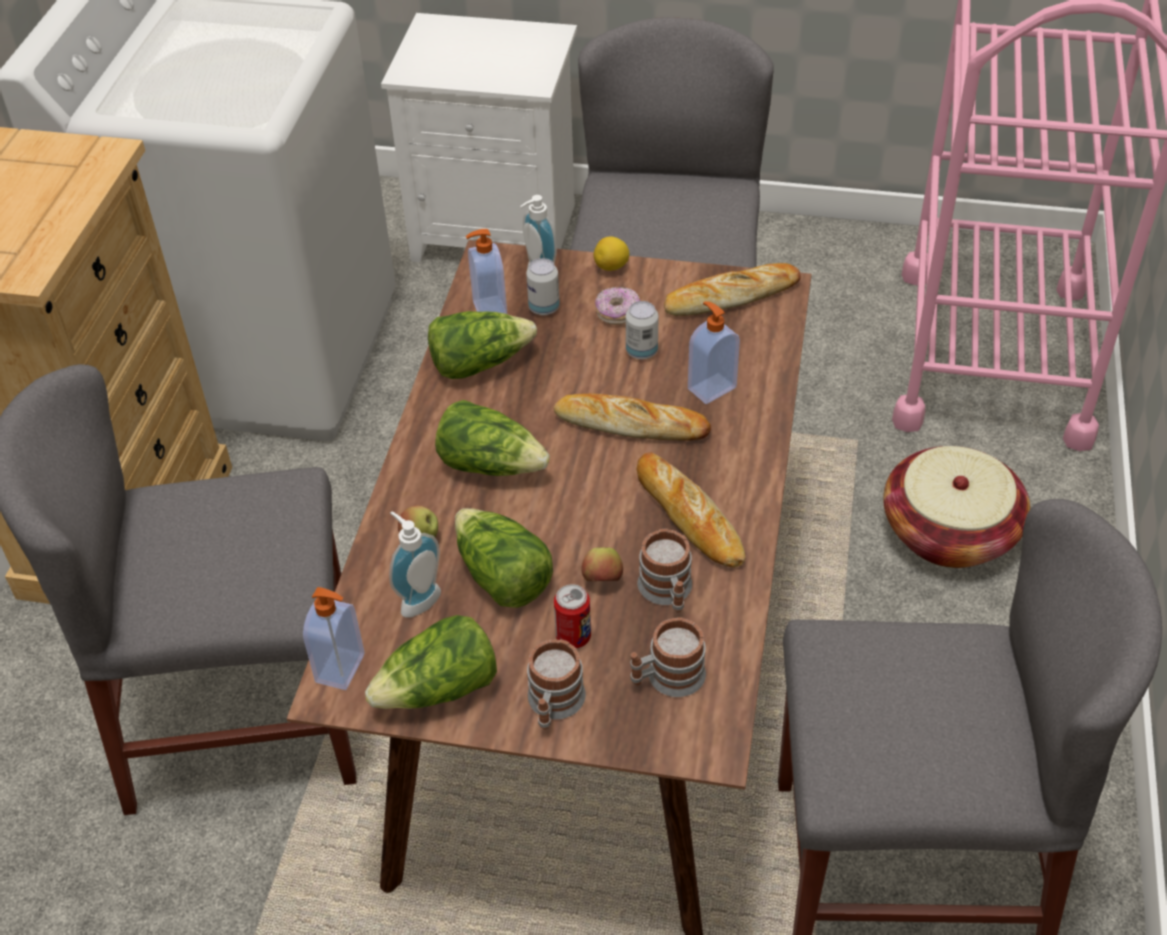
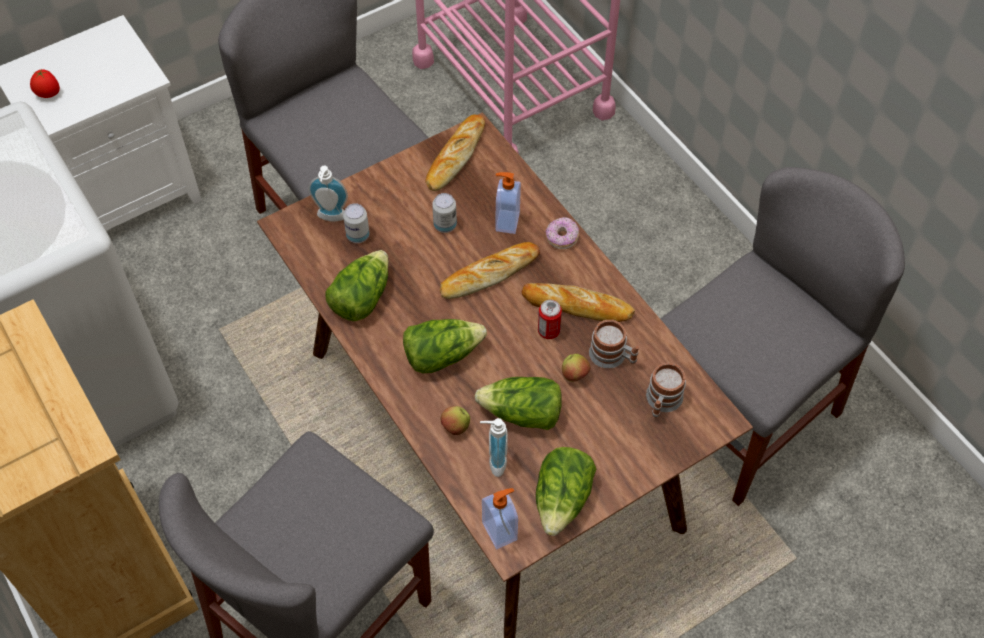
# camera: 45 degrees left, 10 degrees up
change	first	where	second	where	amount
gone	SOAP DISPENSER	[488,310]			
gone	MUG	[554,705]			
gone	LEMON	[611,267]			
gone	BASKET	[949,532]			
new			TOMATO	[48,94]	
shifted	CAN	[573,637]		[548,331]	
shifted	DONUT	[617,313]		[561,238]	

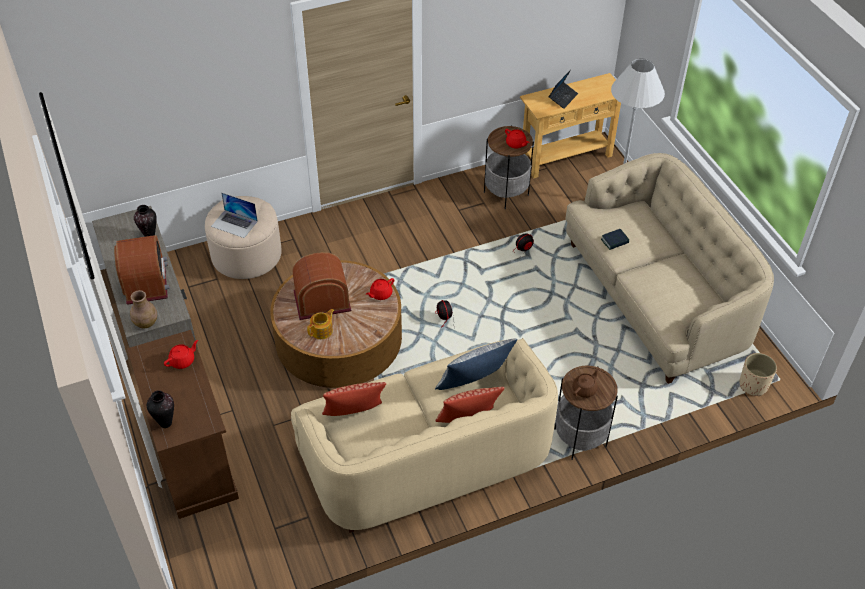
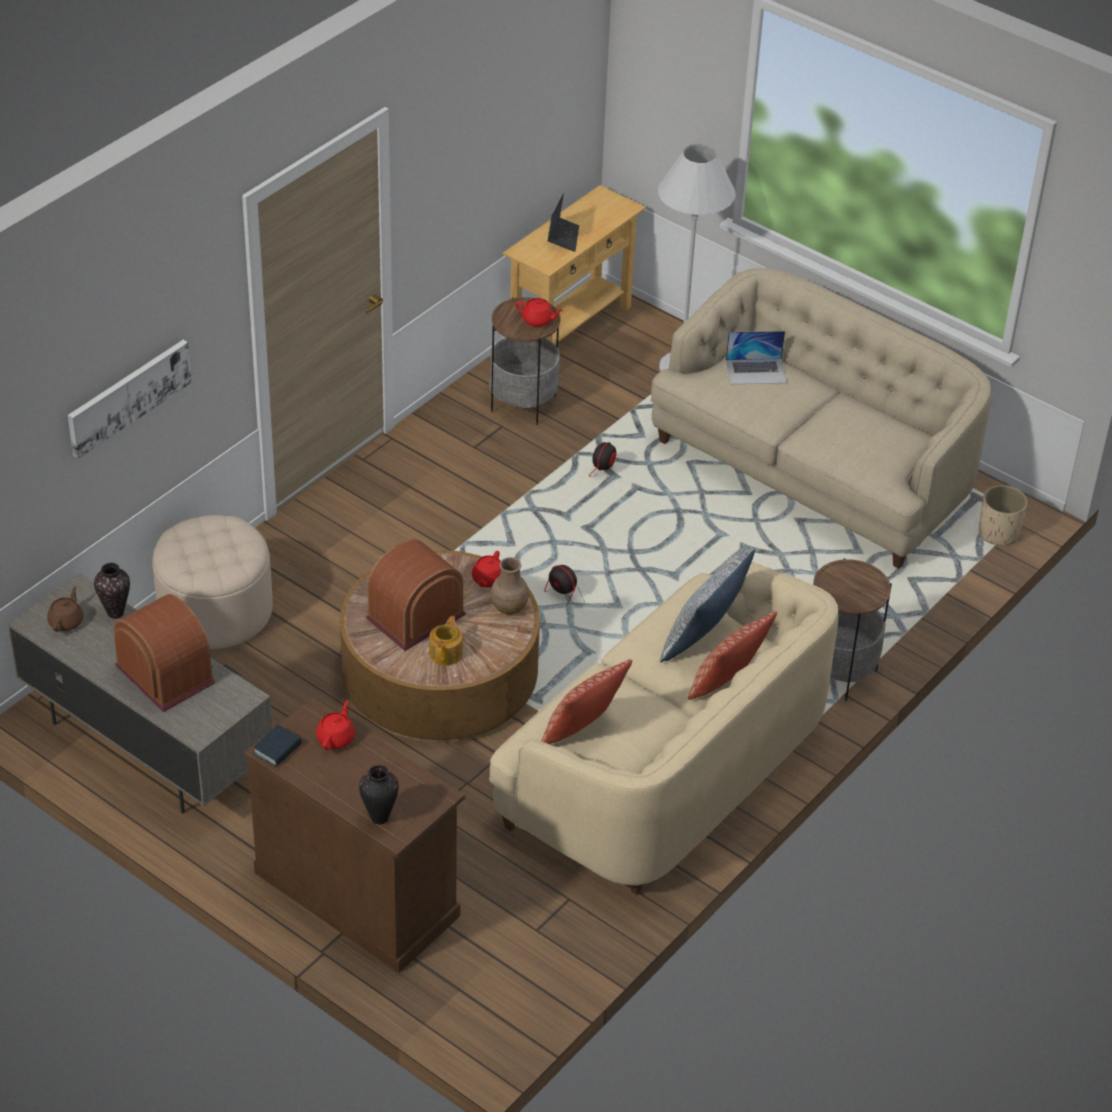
# camera: 30 degrees left, 5 degrees down
change	first	where	second	where	amount
new			PICTURE	[128,396]	
shifted	BROWN VASE	[146,323]		[509,607]	
shifted	LAPTOP	[234,224]		[756,371]	
shifted	BROWN TEAPOT	[585,389]		[66,621]	
shifted	BOOK	[614,241]		[277,749]	

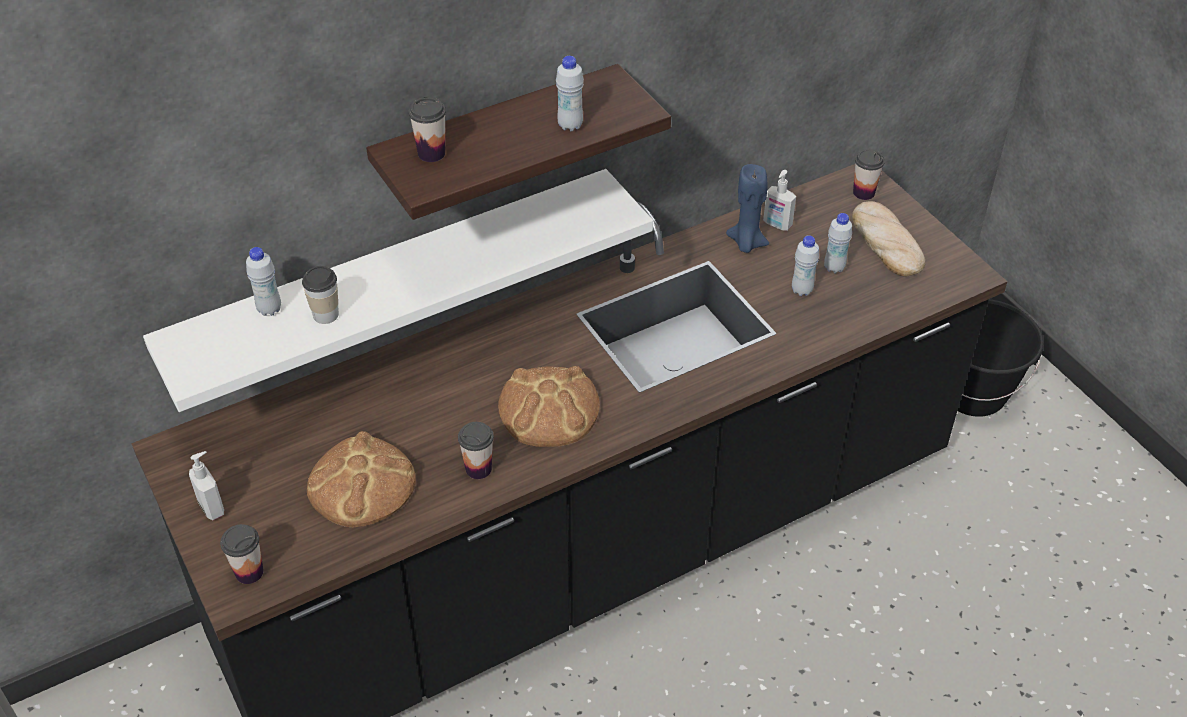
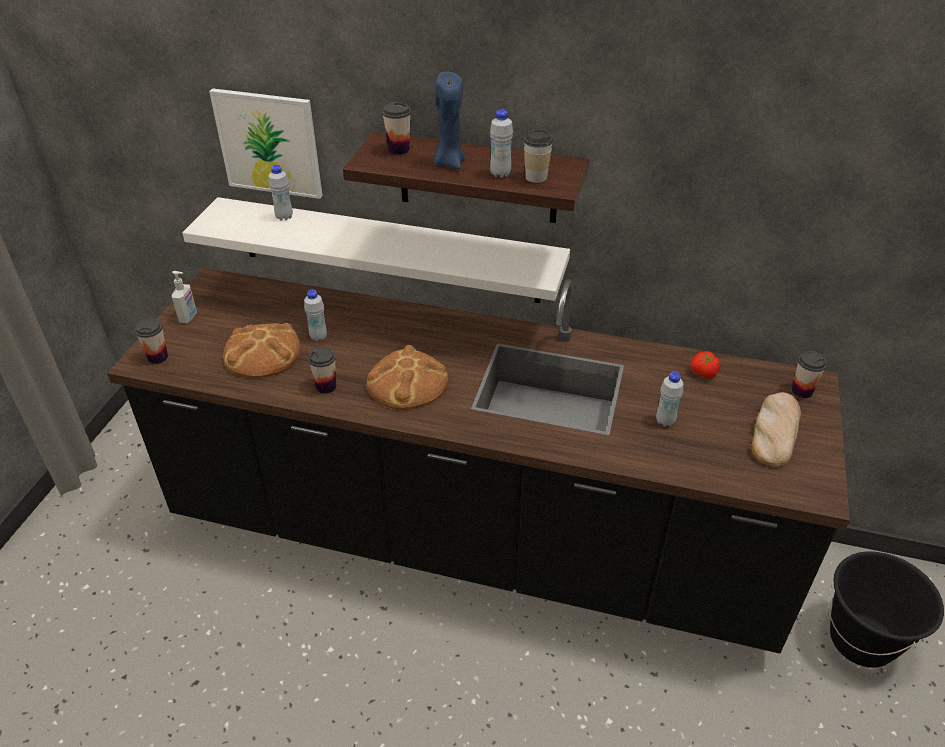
# camera: 45 degrees right, 5 degrees down
change	first	where	second	where	amount
new			PICTURE	[269,143]	
shifted	CUP	[326,314]		[536,177]	
shifted	BLUE CANDLE	[746,243]		[449,163]	
shifted	WHITE BOTTLE	[834,267]		[318,337]	
swapped	SOAP DISPENSER	[777,225]	TOMATO	[703,372]	

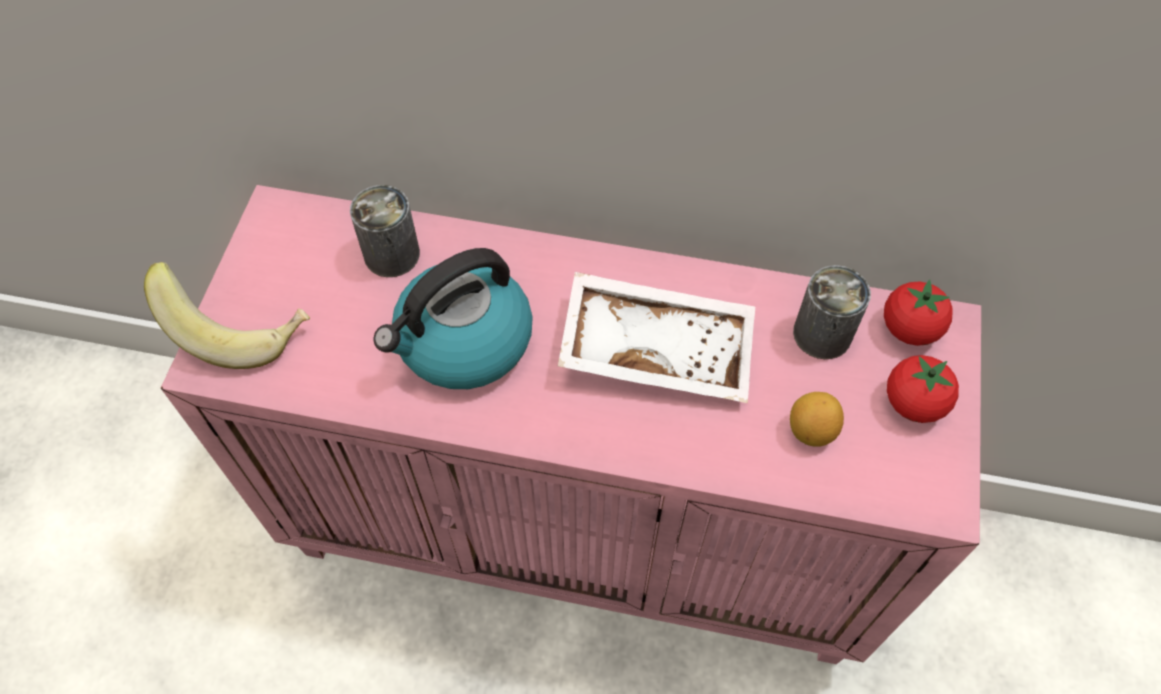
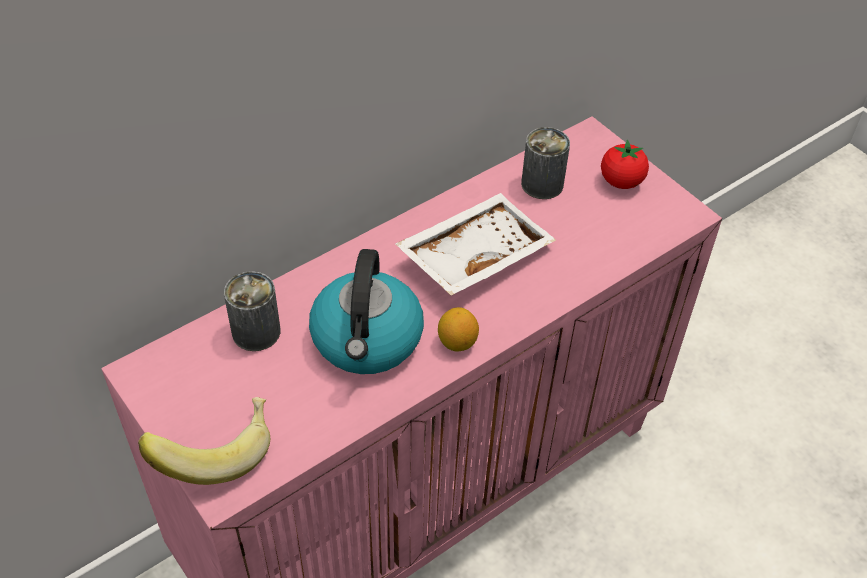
# camera: 50 degrees left, 10 degrees down
change	first	where	second	where	amount
gone	TOMATO	[909,329]			
shifted	LEMON	[811,430]		[457,342]	

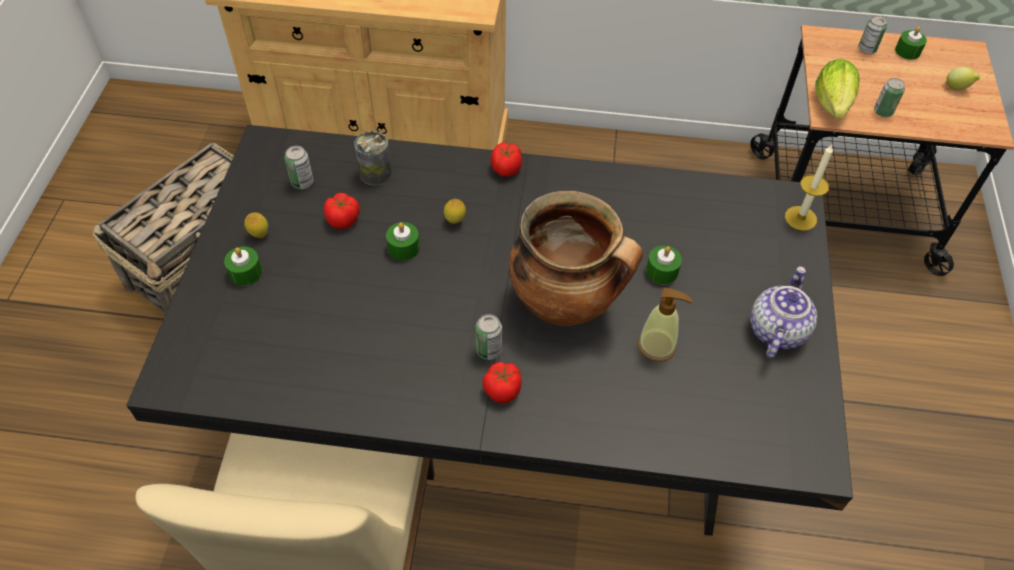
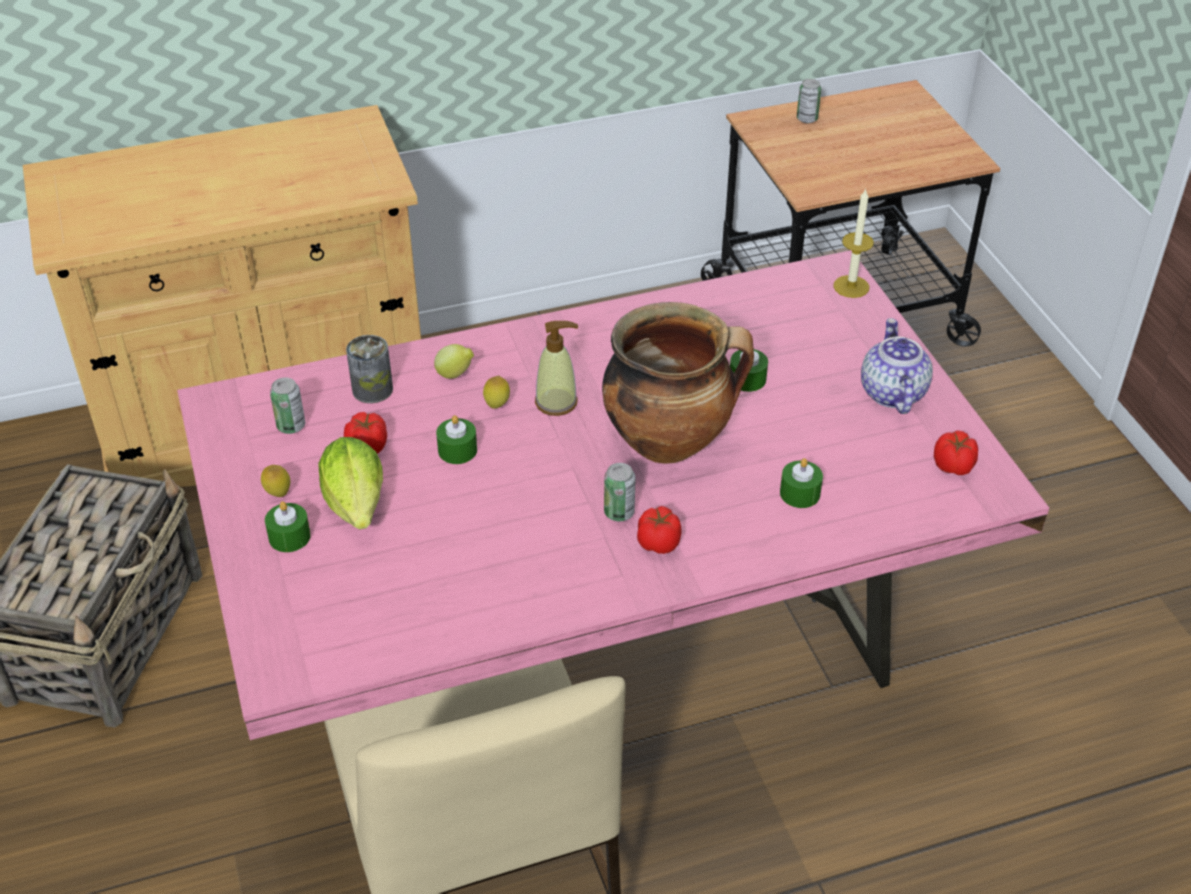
# camera: 25 degrees left, 10 degrees down
change	first	where	second	where	amount
gone	CAN	[883,112]			
shifted	TOMATO	[506,169]		[953,466]	
shifted	SOAP DISPENSER	[657,346]		[556,402]	
shifted	LETTUCE	[832,107]		[357,509]	
shifted	GREEN CANDLE	[907,51]		[800,493]	
shifted	LEMON	[957,88]		[455,374]	
repainted	BLACK DINING TABLE	[500,425]	PINK DINING TABLE	[592,670]	

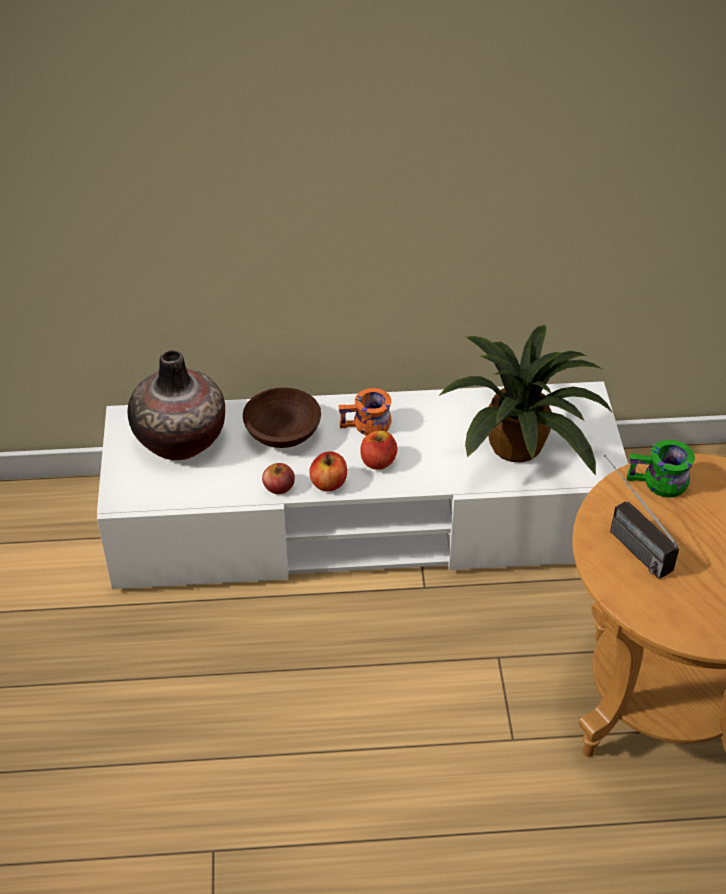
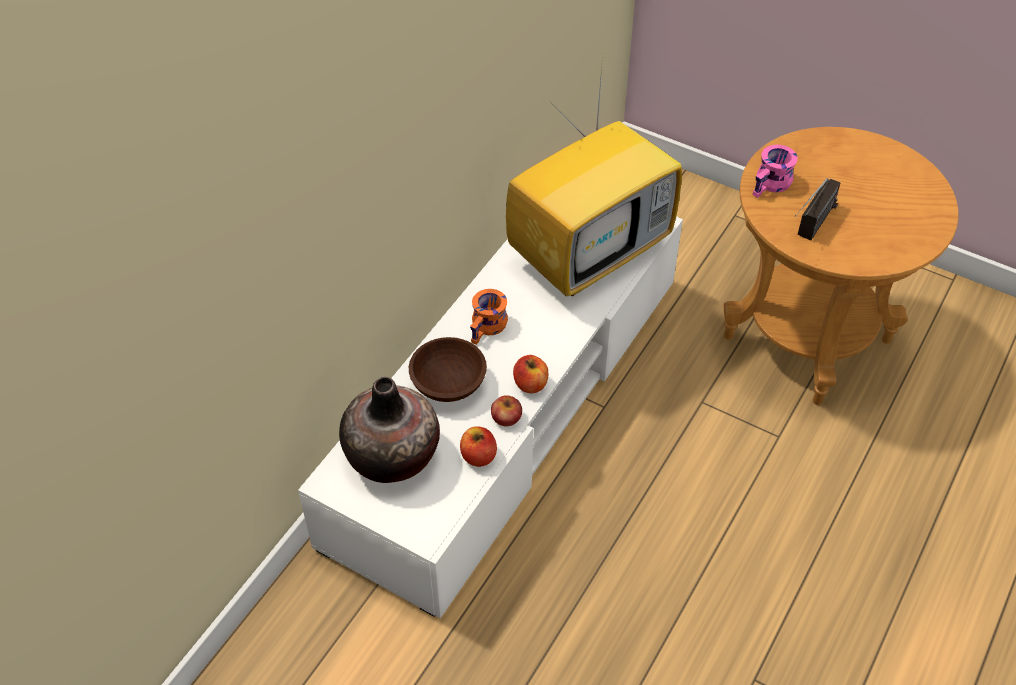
# camera: 55 degrees left, 5 degrees up
change	first	where	second	where	amount
shifted	APPLE	[378,461]		[478,456]	
swapped	POTTED PLANT	[521,447]	TELEVISION	[590,252]	
repainted	GREEN MUG	[658,484]	PINK MUG	[772,185]	
rotated	RADIO	[626,539]		[811,230]	60 degrees counterclockwise

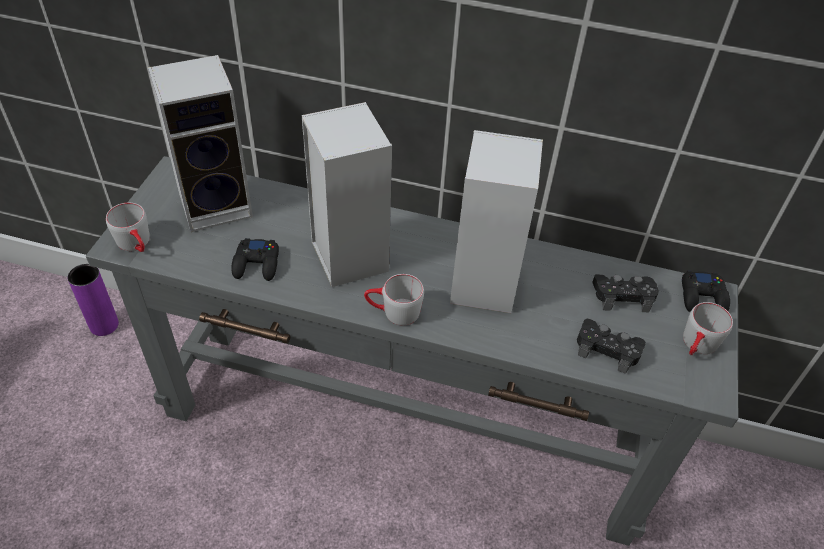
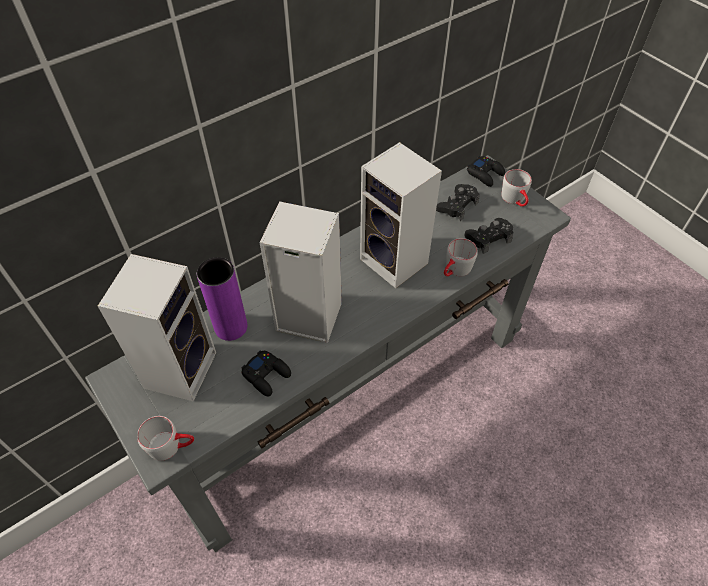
# camera: 50 degrees left, 5 degrees up
change	first	where	second	where	amount
shifted	PURPLE VASE	[104,325]		[231,327]	
shifted	GREY MUG	[393,312]		[455,271]	

